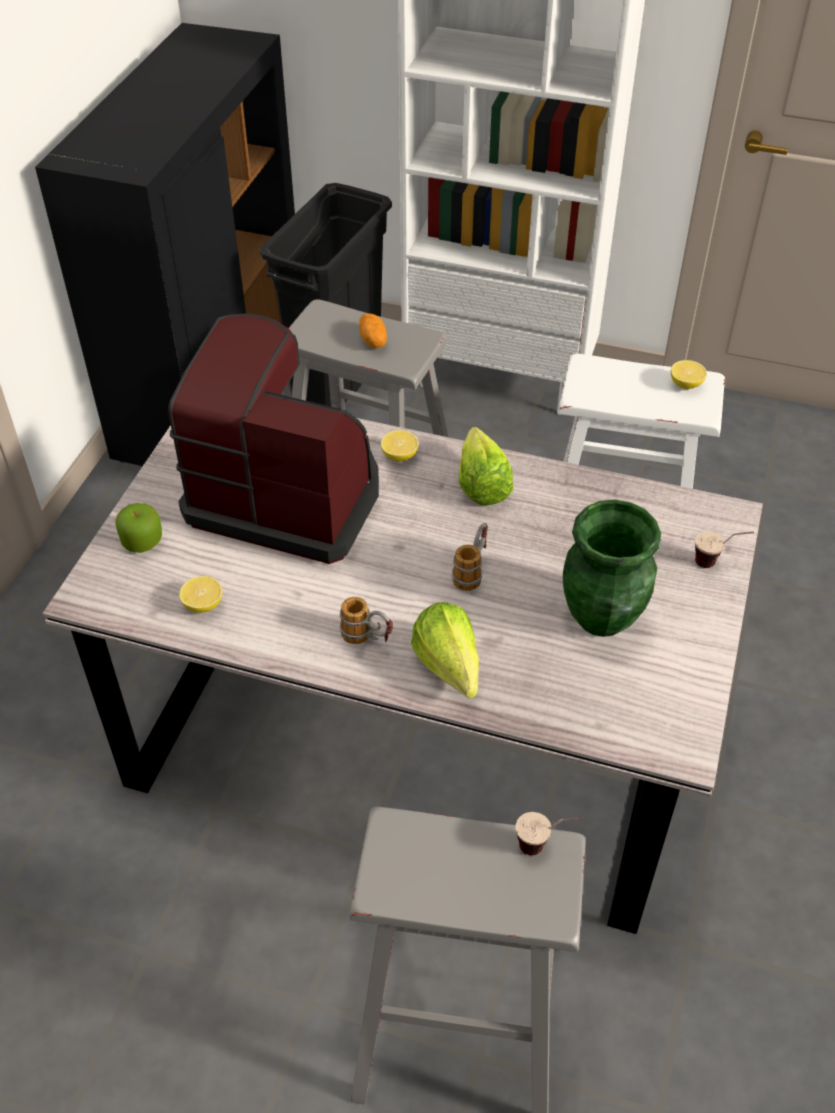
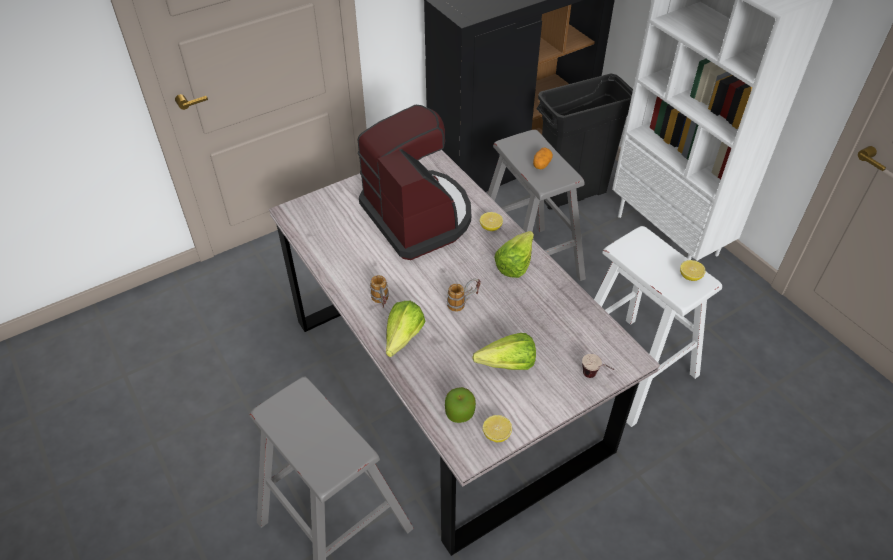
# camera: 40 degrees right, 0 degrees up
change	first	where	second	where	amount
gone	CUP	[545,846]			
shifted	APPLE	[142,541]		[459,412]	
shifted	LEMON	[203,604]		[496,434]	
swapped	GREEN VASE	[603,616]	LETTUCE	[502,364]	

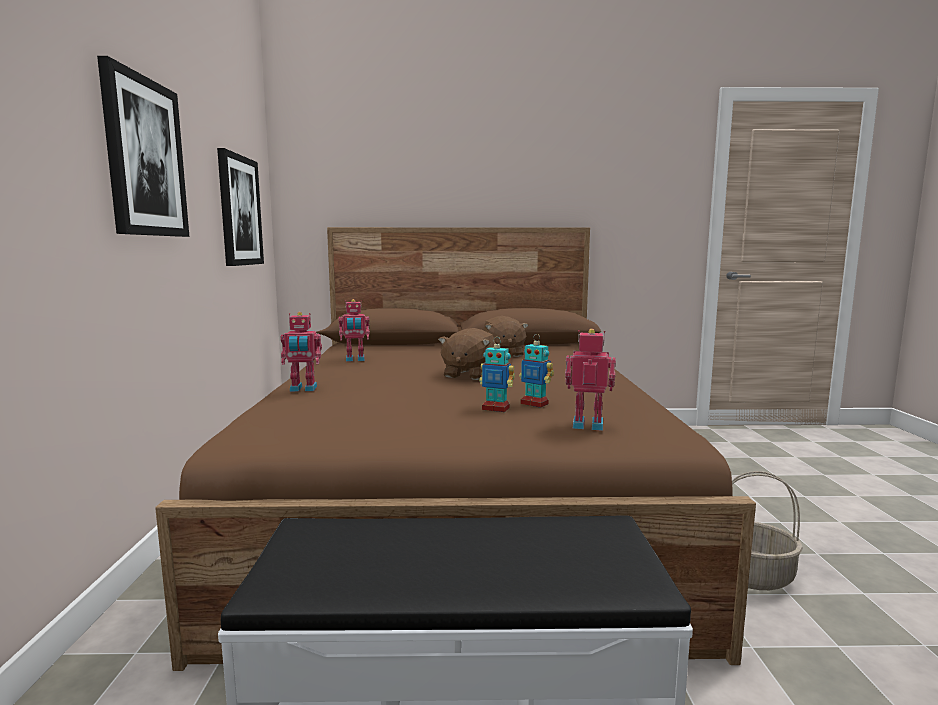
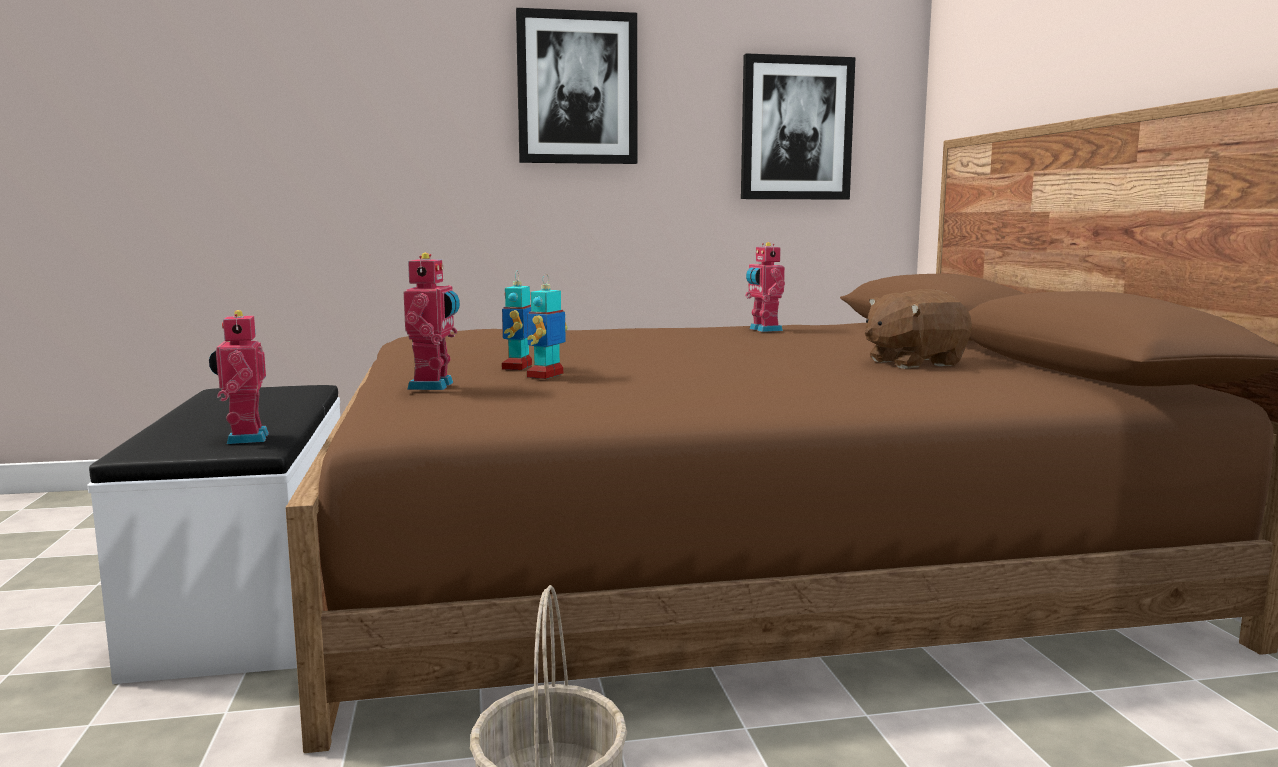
# camera: 80 degrees right, 0 degrees up
change	first	where	second	where	amount
gone	BROWN PLUSH TOY	[468,374]			
shifted	TOY ROBOT	[303,389]		[244,438]	

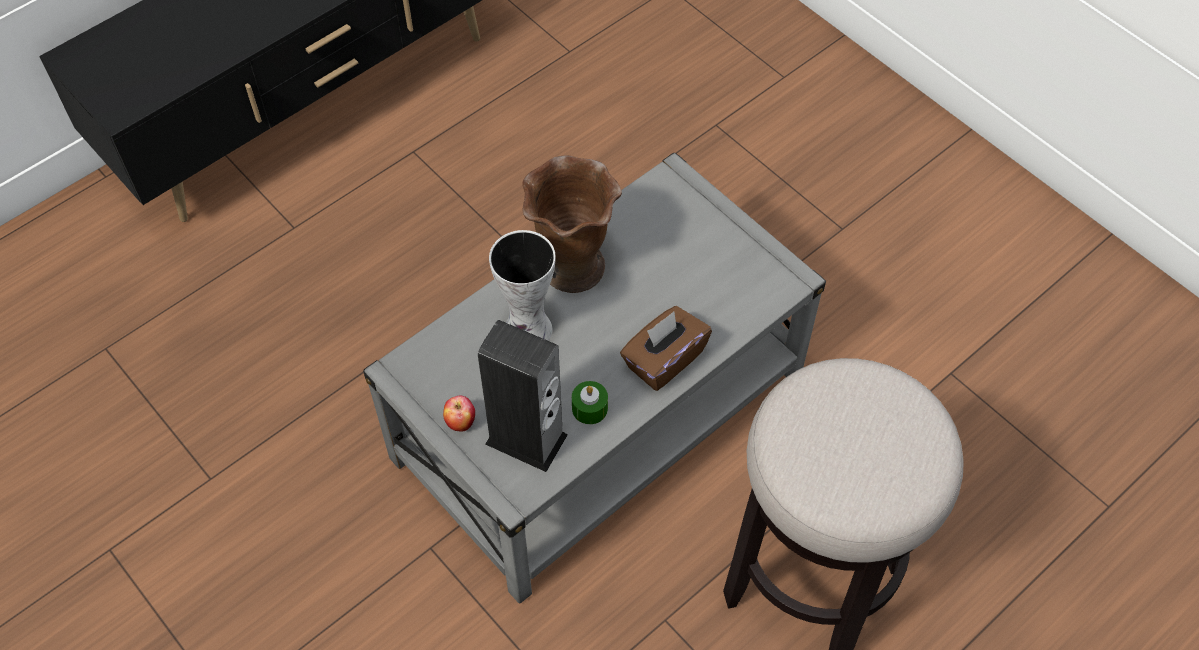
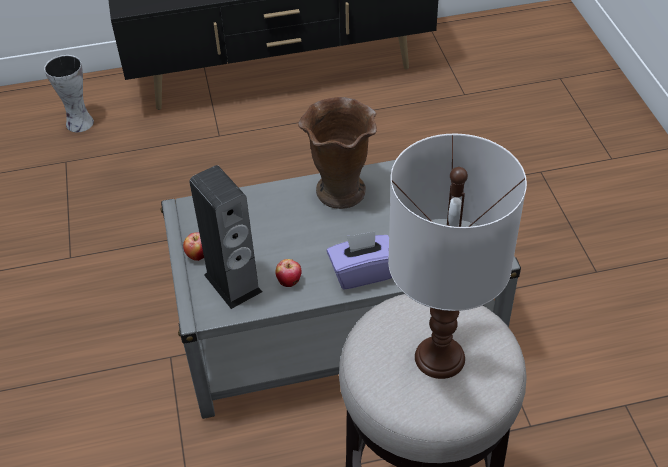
# camera: 30 degrees right, 10 degrees down
change	first	where	second	where	amount
new			WHITE TABLE LAMP	[440,357]	
shifted	VASE	[526,331]		[78,123]	
swapped	GREEN CANDLE	[589,408]	APPLE	[289,282]	
repainted	BROWN TISSUE BOX	[664,360]	PURPLE TISSUE BOX	[362,272]	

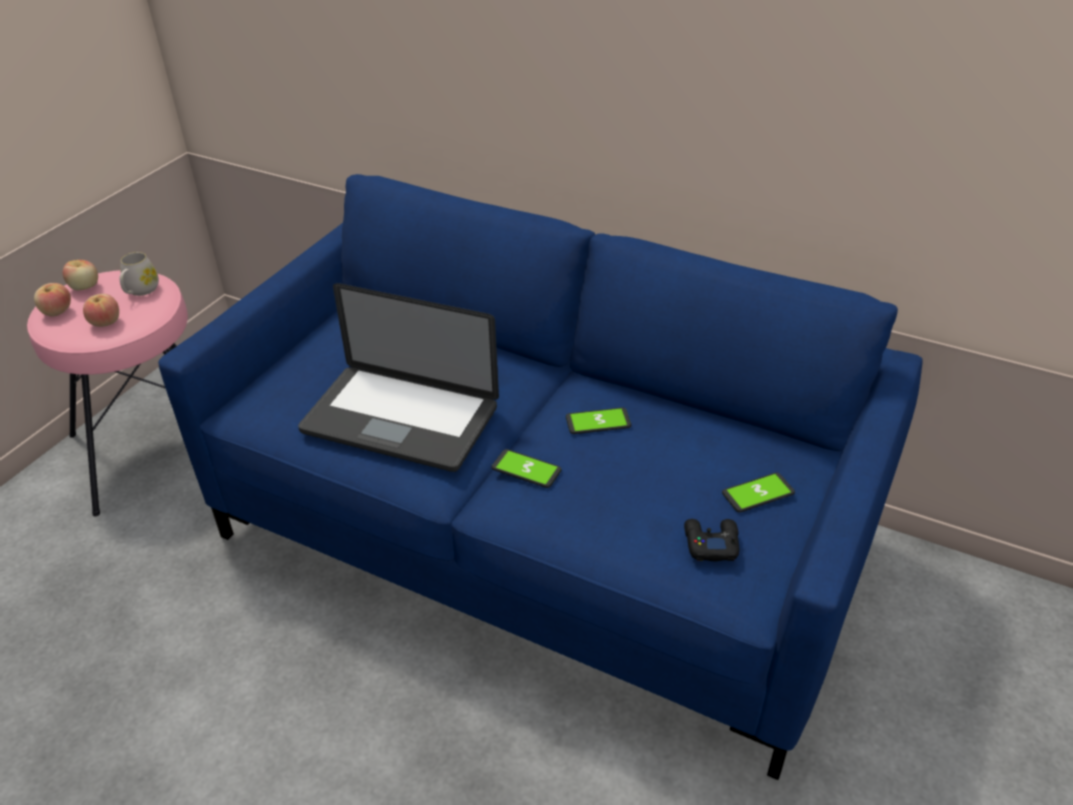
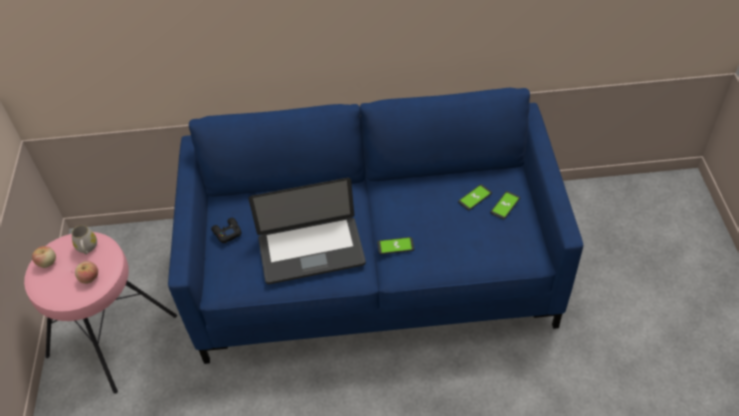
# camera: 30 degrees left, 10 degrees up
change	first	where	second	where	amount
gone	APPLE	[57,312]			
shifted	PHONE	[598,422]		[475,198]	
shifted	BLACK GAME CONTROLLER	[710,543]		[227,232]	

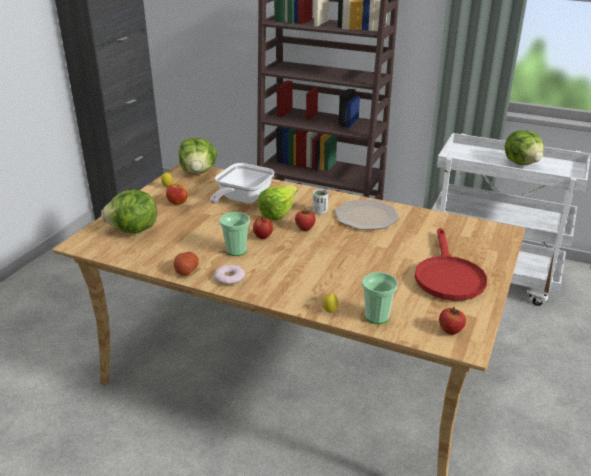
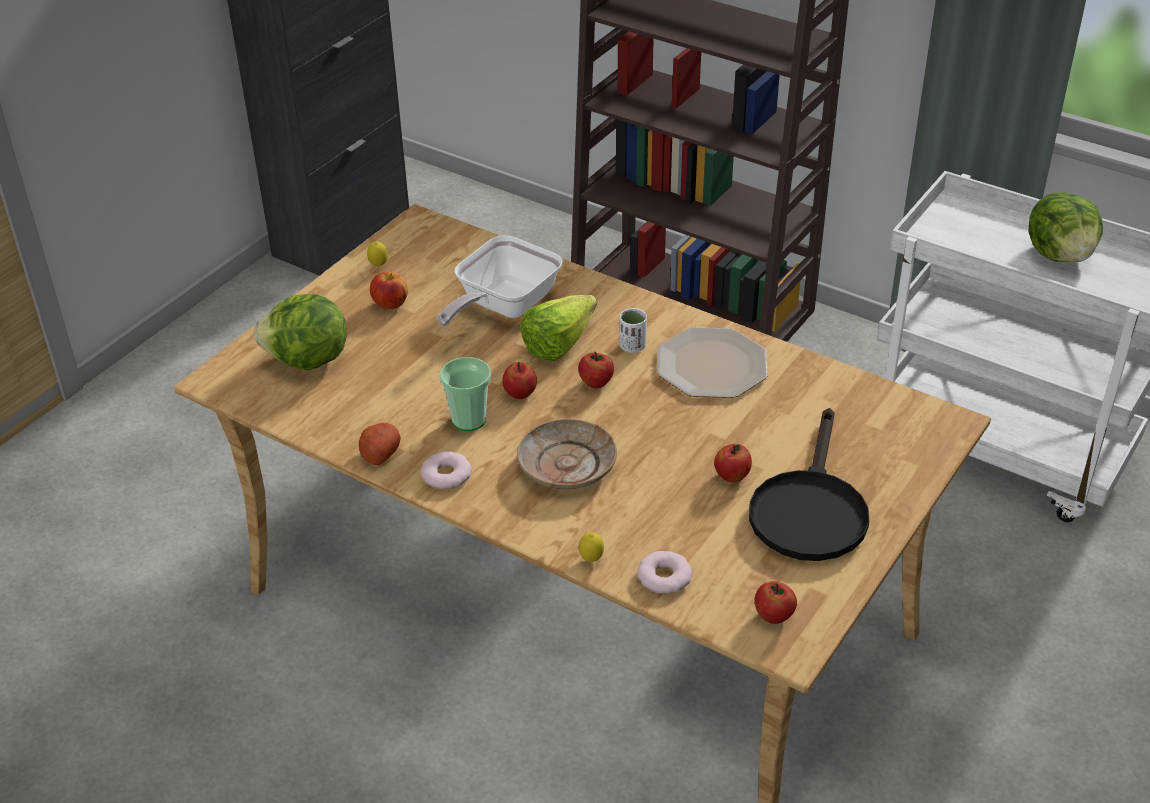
# camera: 10 degrees right, 10 degrees up
change	first	where	second	where	amount
gone	LETTUCE	[198,172]			
new			BEIGE PLATE	[566,466]	
new			APPLE	[731,476]	
swapped	CUP	[377,317]	DONUT	[664,577]	
repainted	RED FRYING PAN	[447,276]	BLACK FRYING PAN	[809,509]	

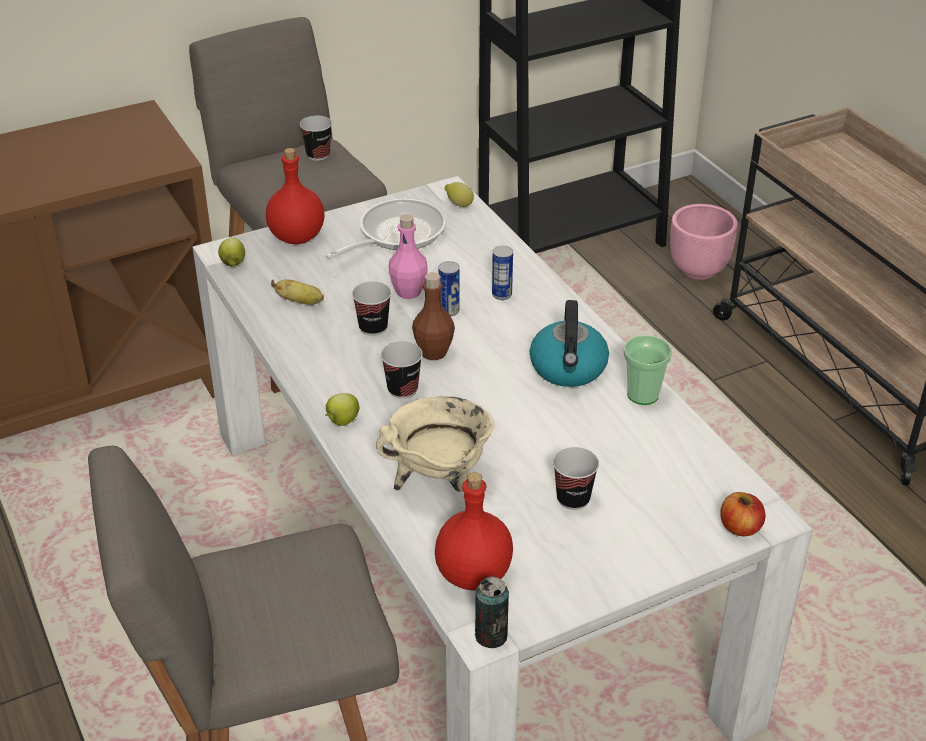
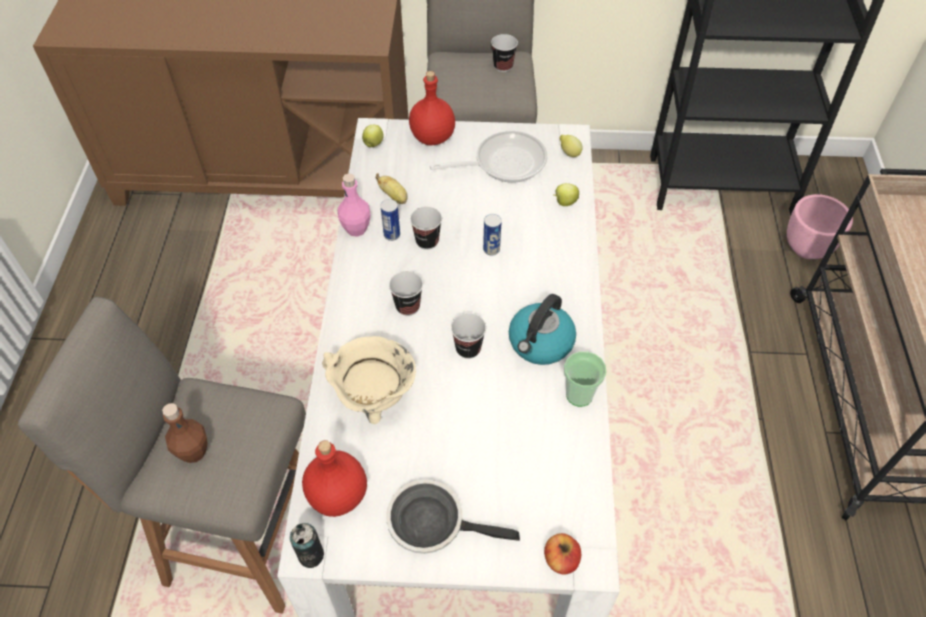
# camera: 30 degrees right, 15 degrees up
change	first	where	second	where	amount
new			FRYING PAN	[432,522]	
shifted	APPLE	[342,421]		[564,202]	
shifted	PINK BOTTLE	[408,292]		[356,229]	
shifted	BROWN BOTTLE	[433,352]		[193,452]	
shifted	CAN	[501,295]		[392,235]	
shifted	CUP	[573,499]		[468,349]	

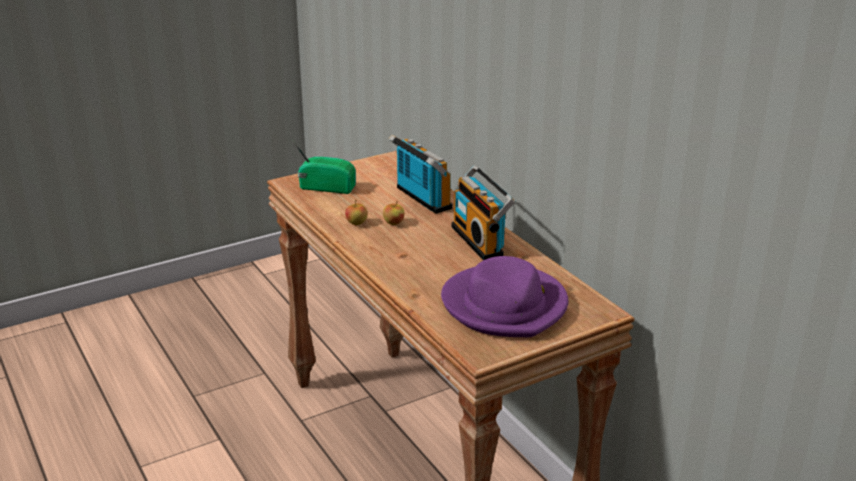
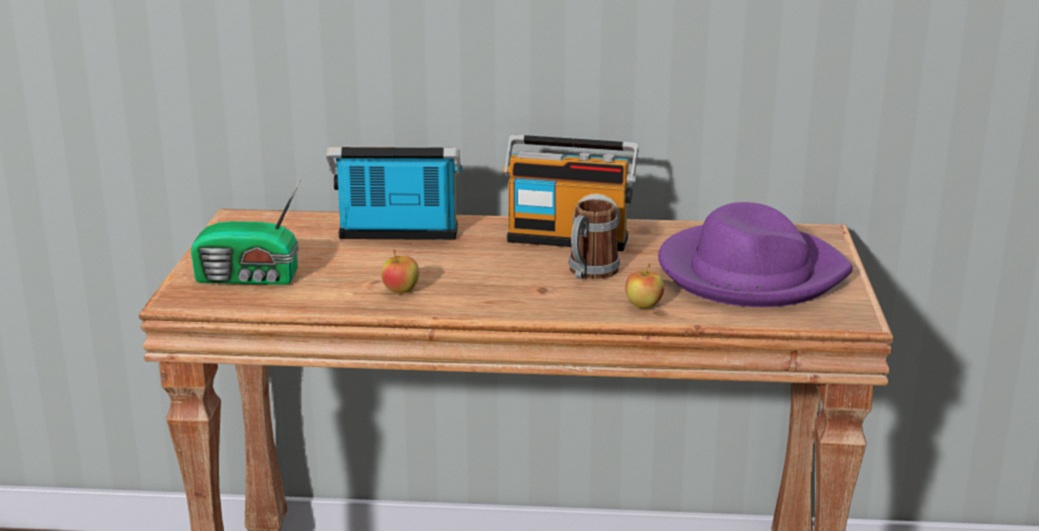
# camera: 55 degrees left, 5 degrees down
change	first	where	second	where	amount
new			MUG	[589,273]	
shifted	APPLE	[393,223]		[643,305]	
rotated	RADIO	[326,187]		[249,278]	135 degrees counterclockwise

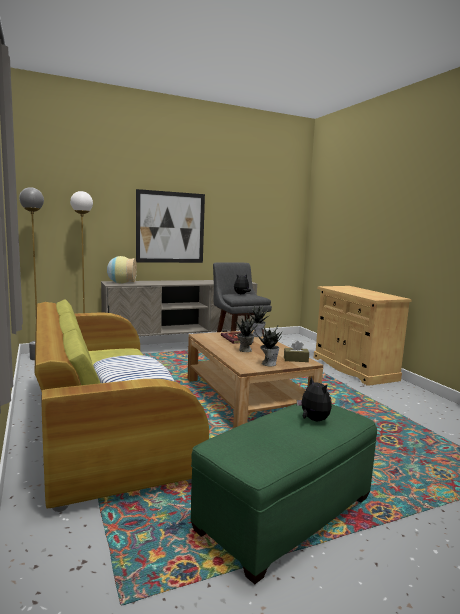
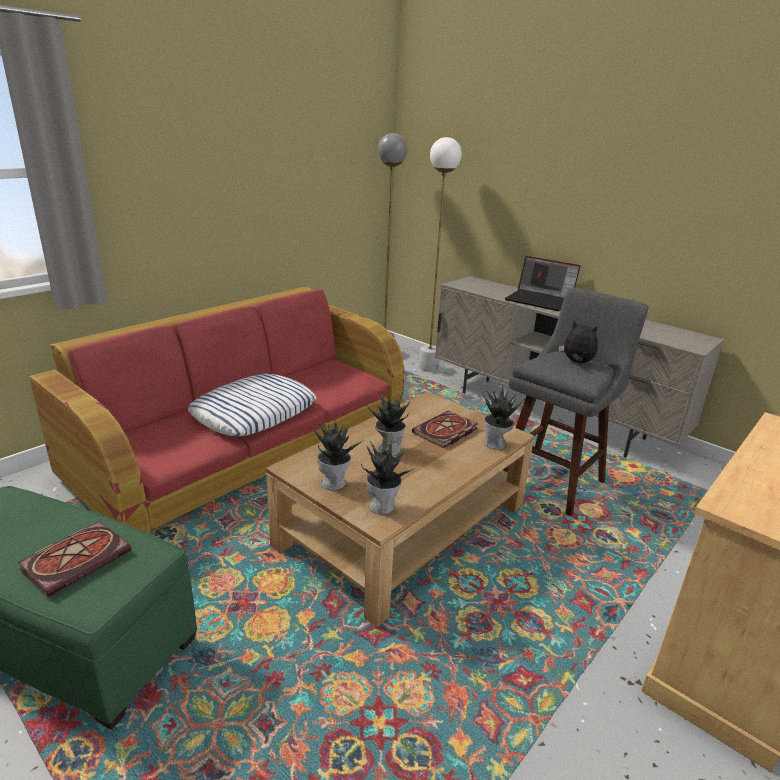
# camera: 65 degrees right, 15 degrees up
change	first	where	second	where	amount
gone	VASE	[121,283]			
gone	PICTURE	[170,227]			
new			LAPTOP	[540,301]	
swapped	BROWN TISSUE BOX	[296,359]	POTTED PLANT	[383,506]	
swapped	PLUSH TOY	[313,420]	BOOK	[78,558]	
repainted	GREEN SOFA	[104,422]	RED SOFA	[247,444]	

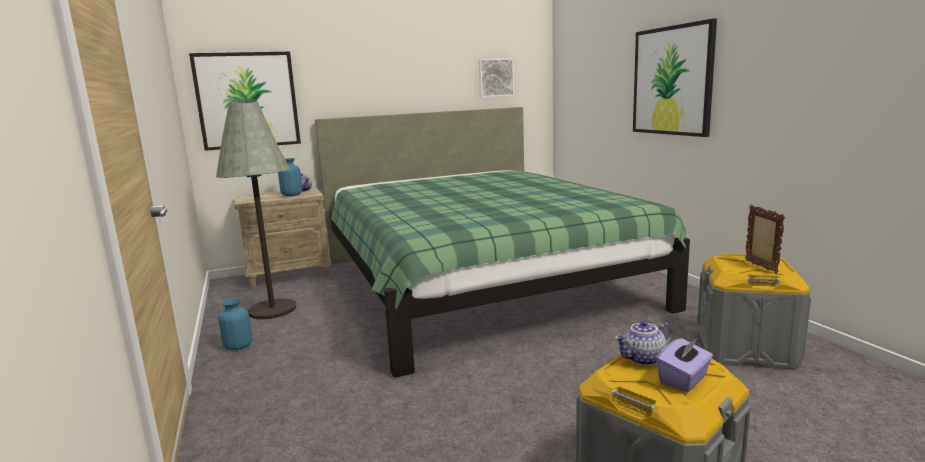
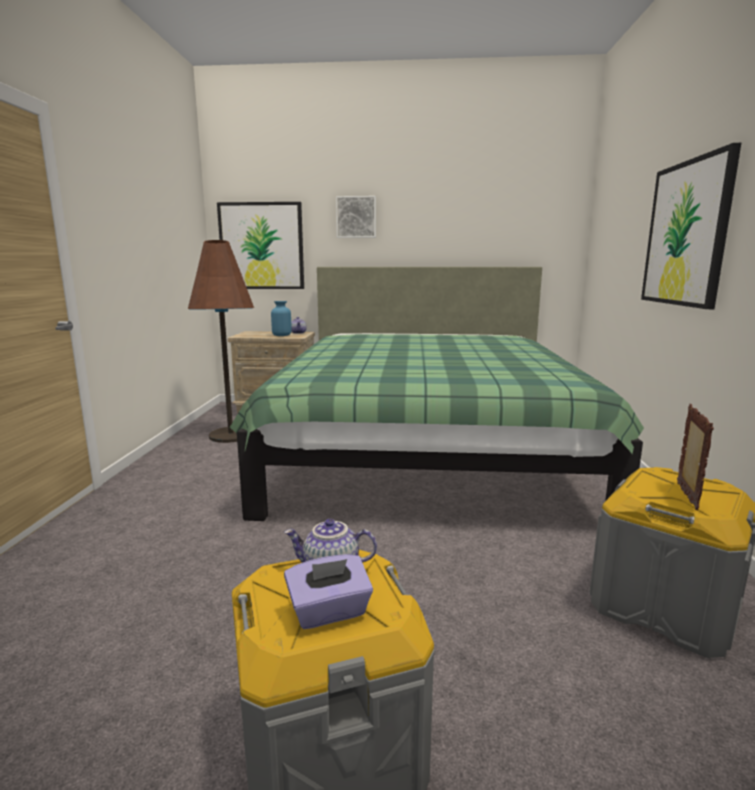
# camera: 25 degrees right, 0 degrees up
change	first	where	second	where	amount
gone	BLUE VASE	[238,346]			
shifted	PICTURE	[495,78]		[356,217]	
repainted	GREY FLOOR LAMP	[272,310]	BROWN FLOOR LAMP	[230,435]	

